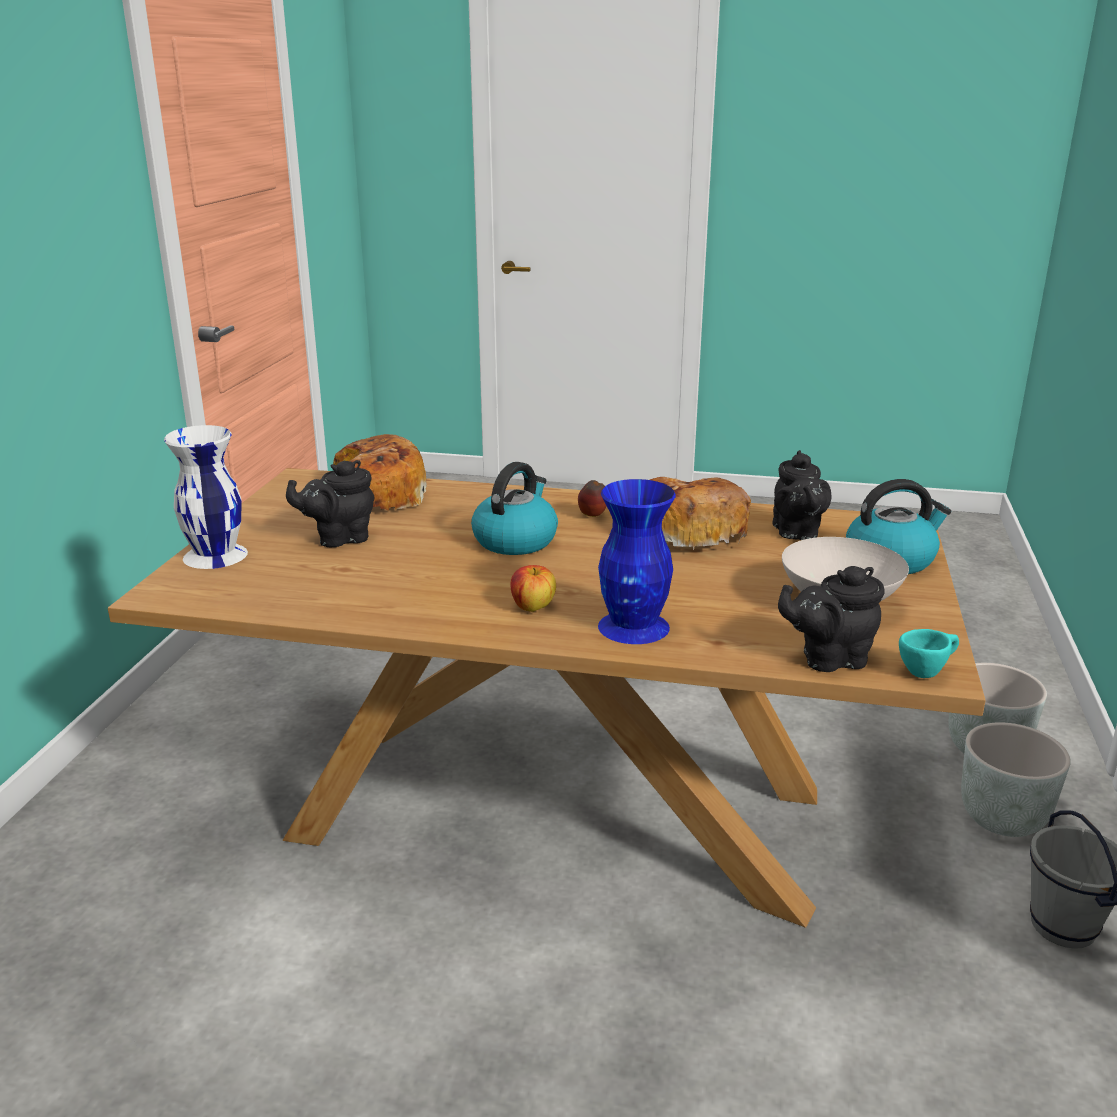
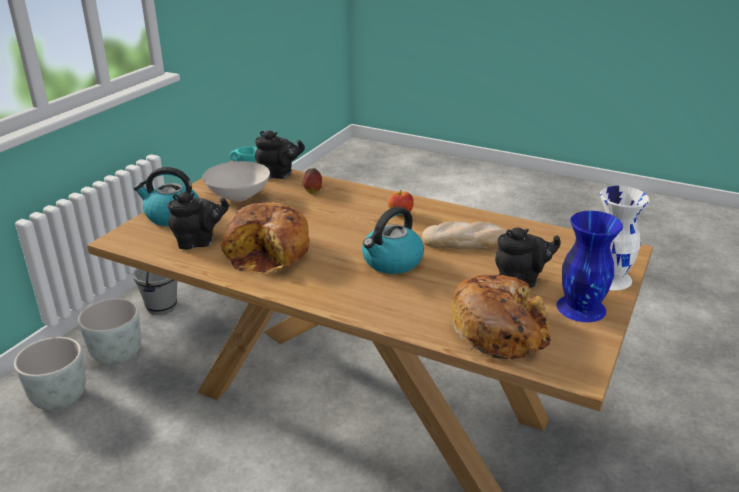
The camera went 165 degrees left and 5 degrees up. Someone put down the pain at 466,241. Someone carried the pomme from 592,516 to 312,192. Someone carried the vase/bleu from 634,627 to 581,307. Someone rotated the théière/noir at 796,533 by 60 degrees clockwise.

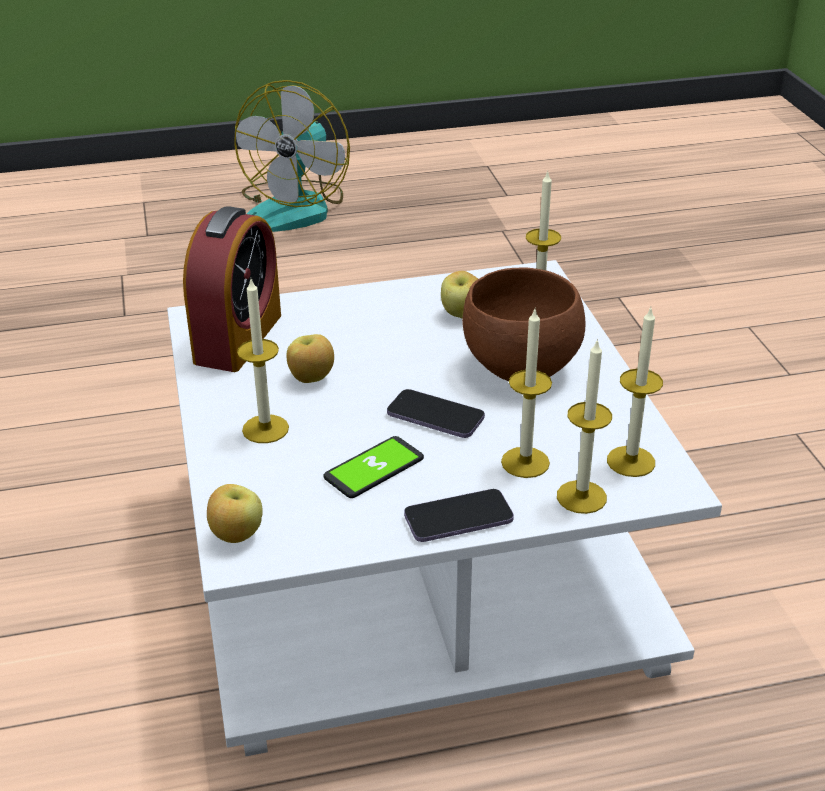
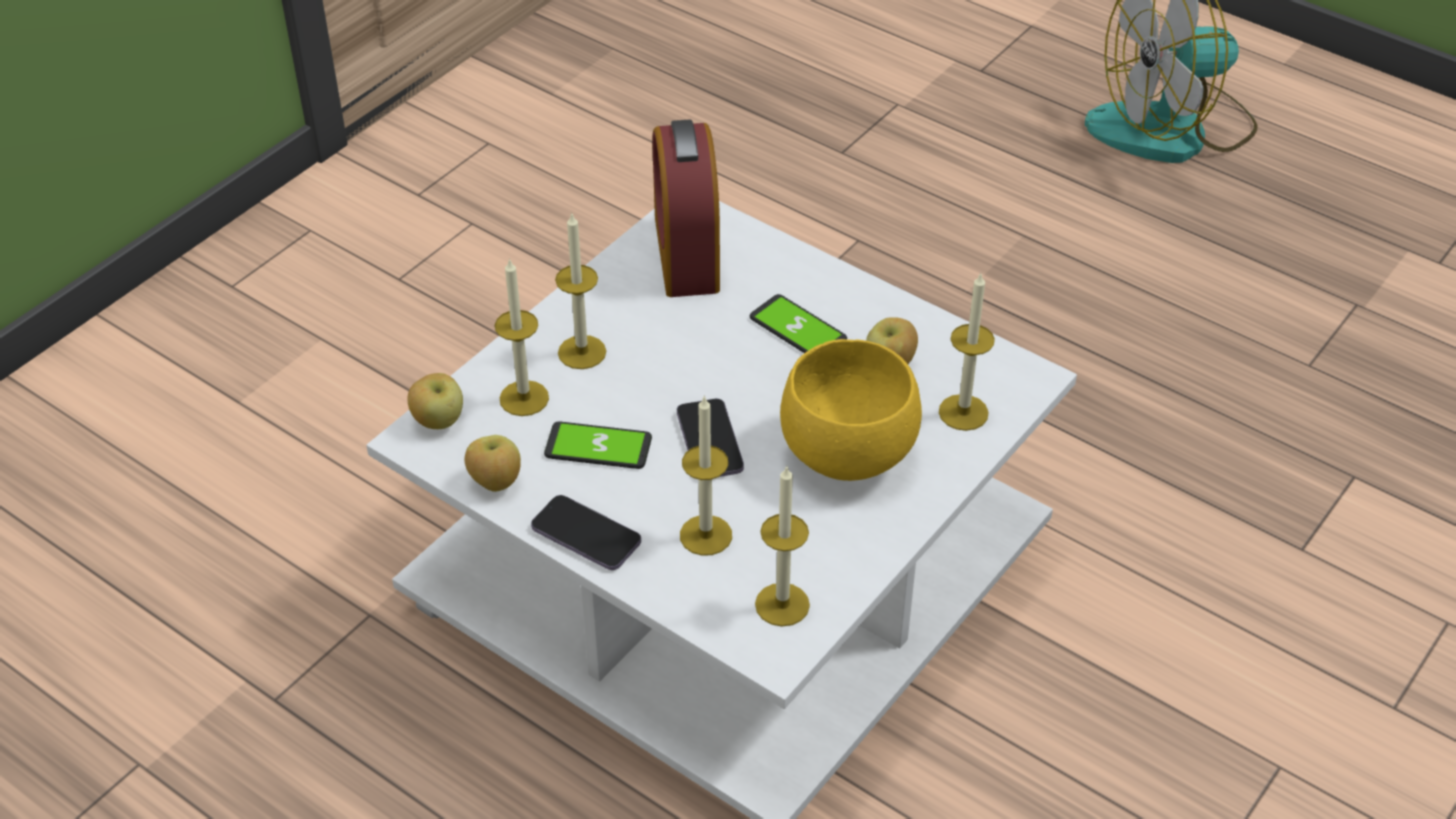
The camera went 50 degrees right and 10 degrees up. Someone put down the téléphone at 798,329. Someone carried the pomme from 311,378 to 495,483. Someone carried the bougie from 581,497 to 524,398. Someone repainted the bol/marron at 520,370, which became the bol/jaune at 844,455. Someone rotated the réveil at 238,338 by 105 degrees clockwise.

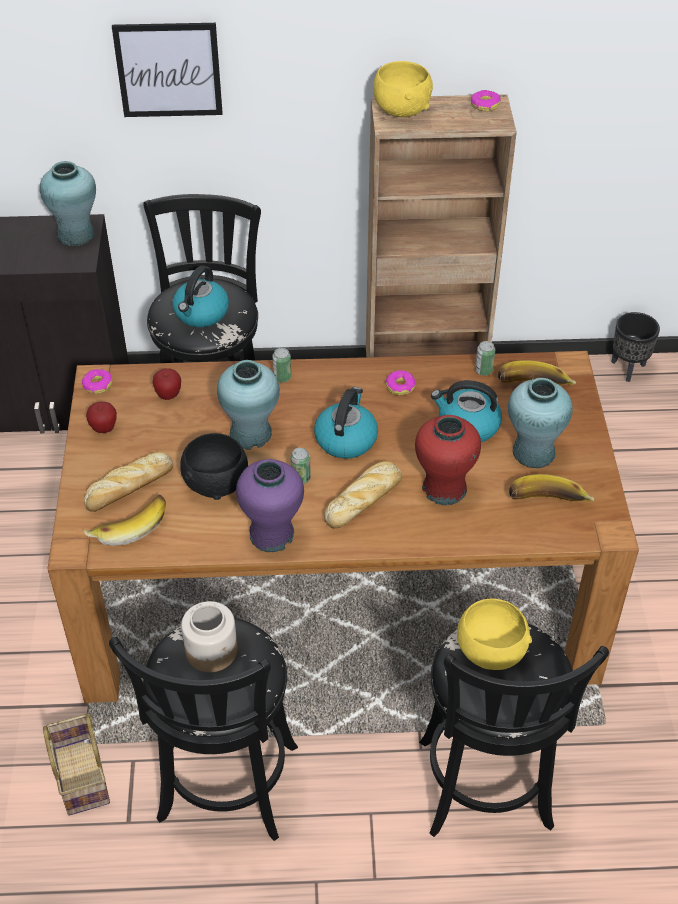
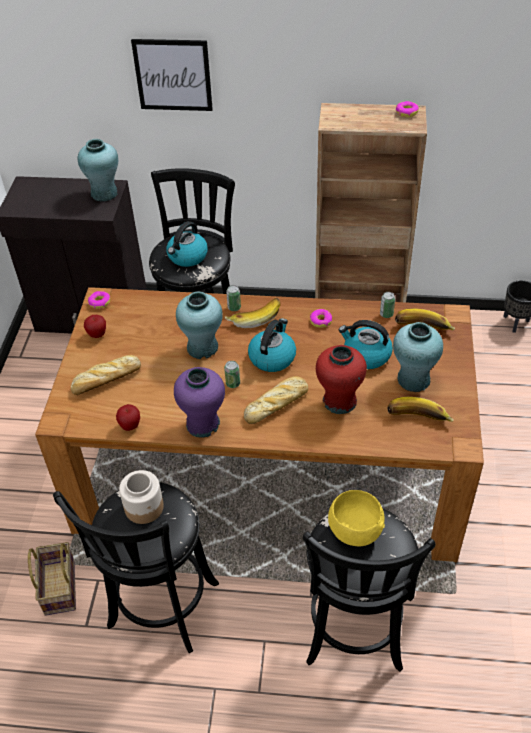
The camera went 10 degrees right and 0 degrees up. Someone took away the bol/noir at 217,484. Someone took away the bol/jaune at 401,110. Someone carried the banane from 128,526 to 254,317. Someone carried the pomme from 168,395 to 130,426.

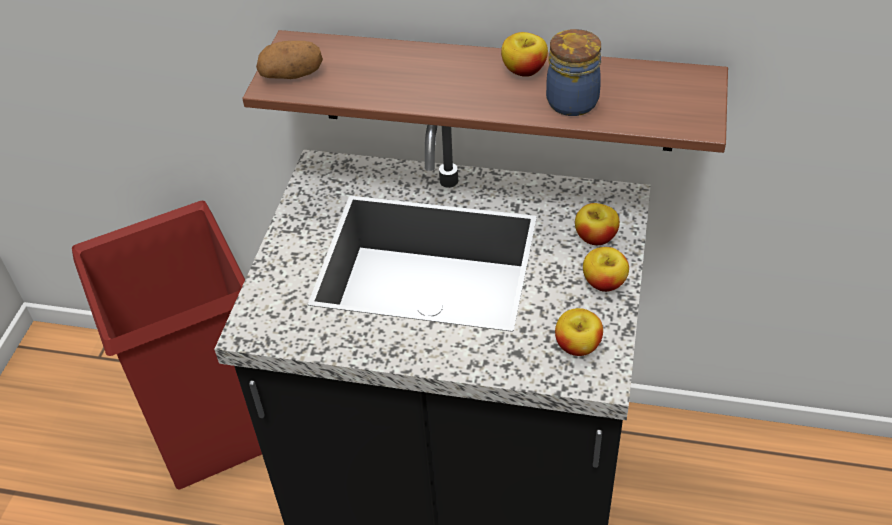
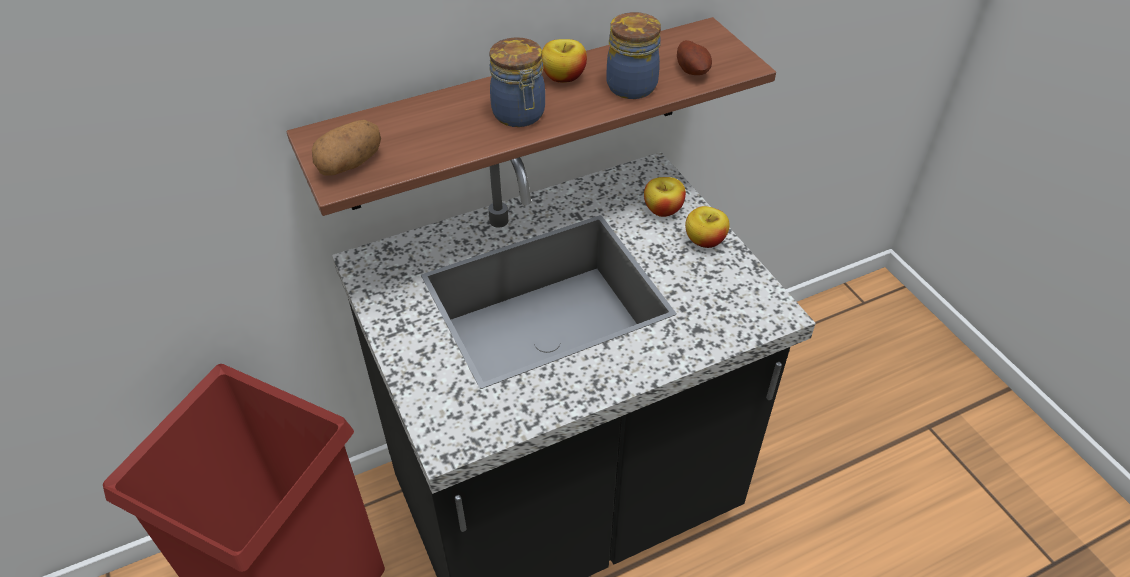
The camera went 40 degrees left and 0 degrees up. Someone took away the pomme at 577,346. Someone put down the bocal at 519,115. Someone put down the pomme de terre at 693,70.

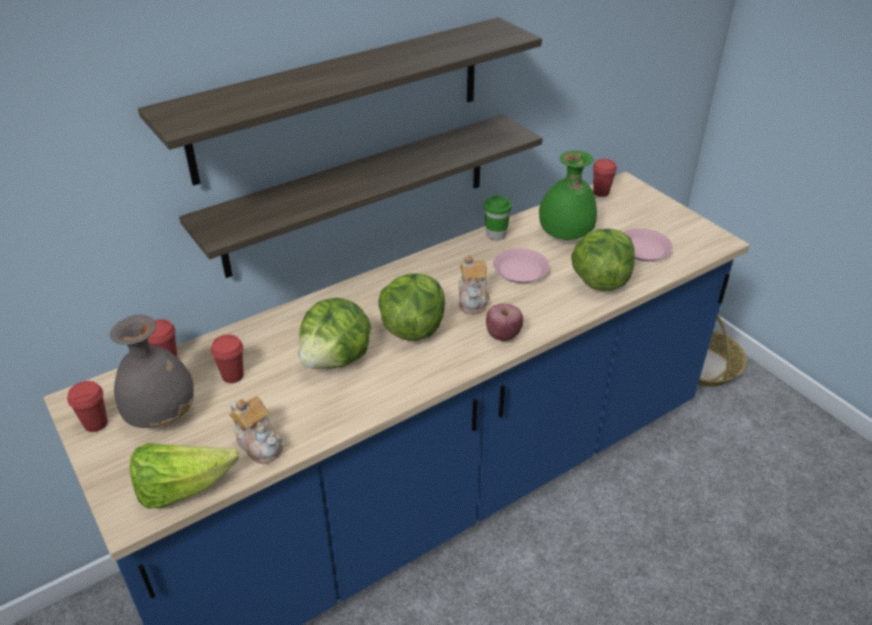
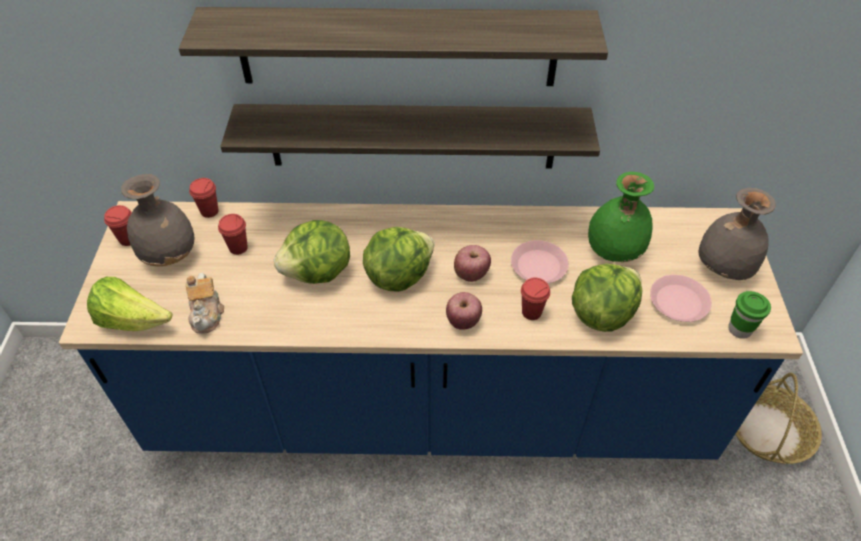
The camera went 35 degrees right and 10 degrees up. Someone put down the vase/gris at 723,267. Someone carried the tasse/vert from 496,235 to 739,329. Someone carried the tasse/rouge from 601,192 to 531,312. Someone swapped the théière at 473,299 for the pomme at 471,274.

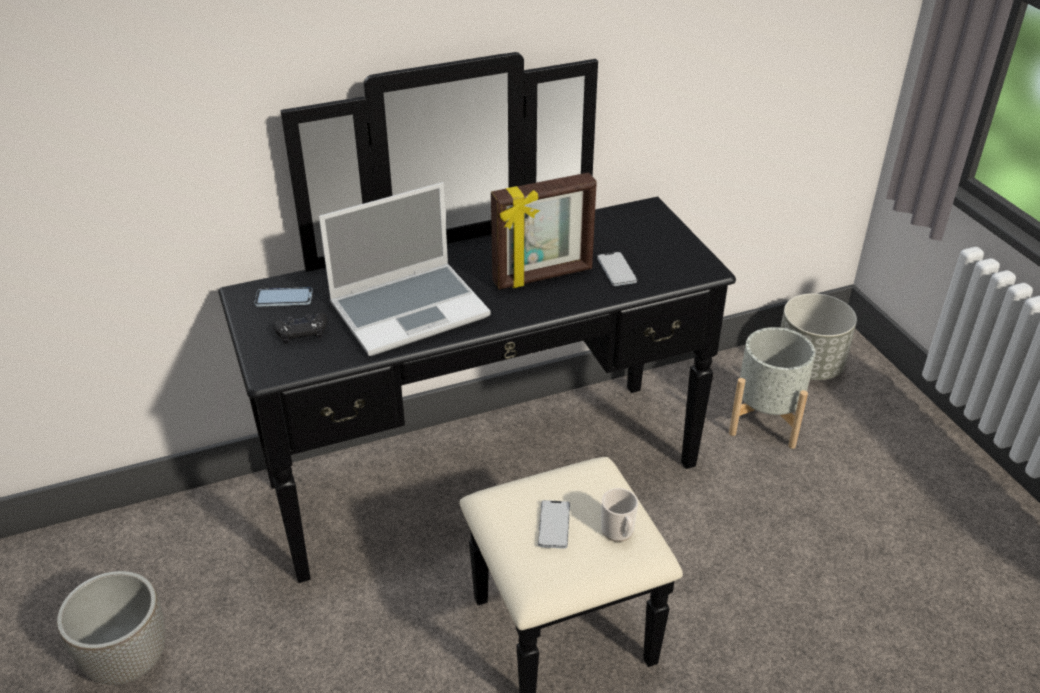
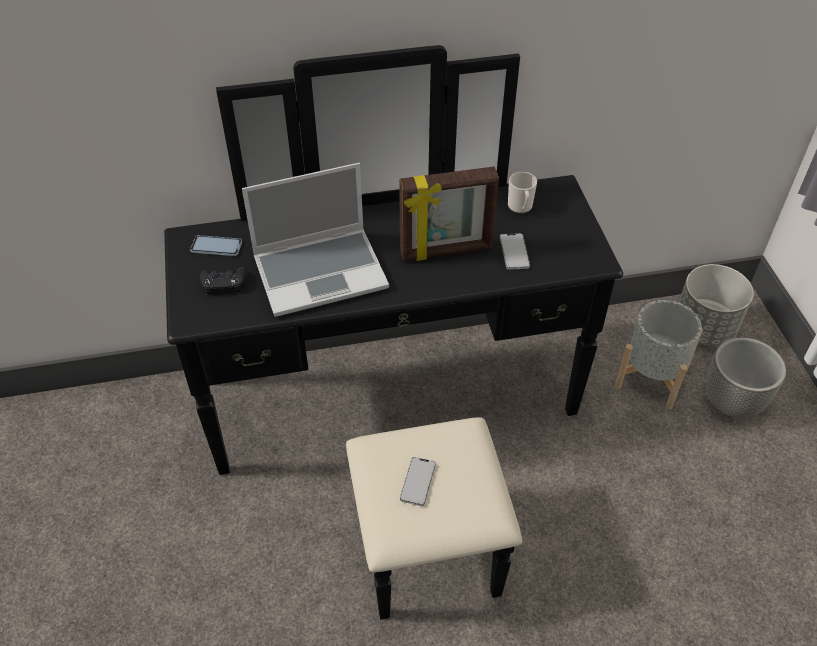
The camera went 10 degrees right and 10 degrees up. Someone carried the cache-pot from 126,662 to 731,402. Someone carried the mug from 619,532 to 520,207.

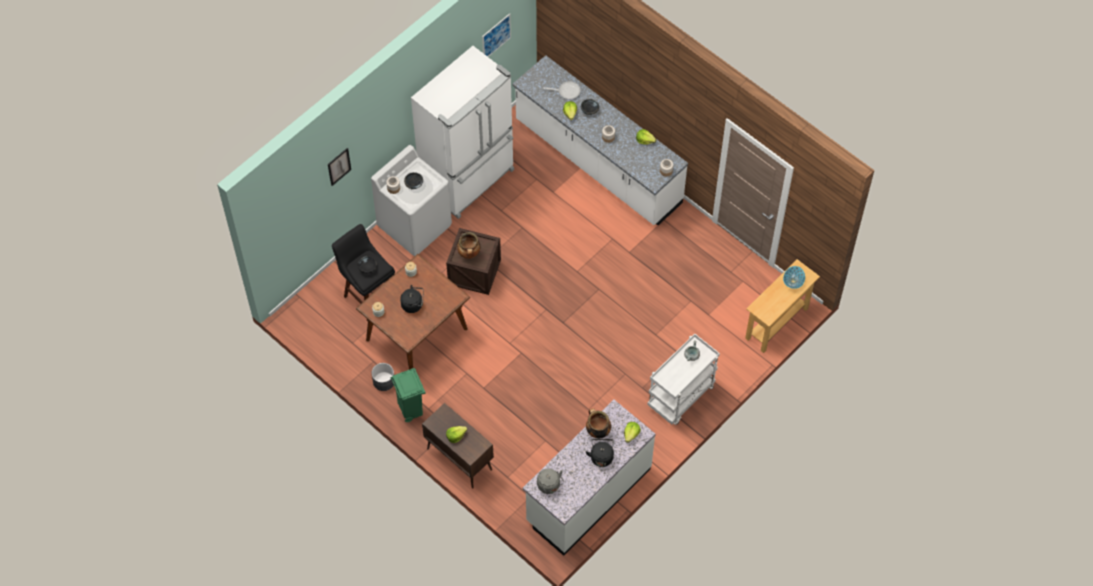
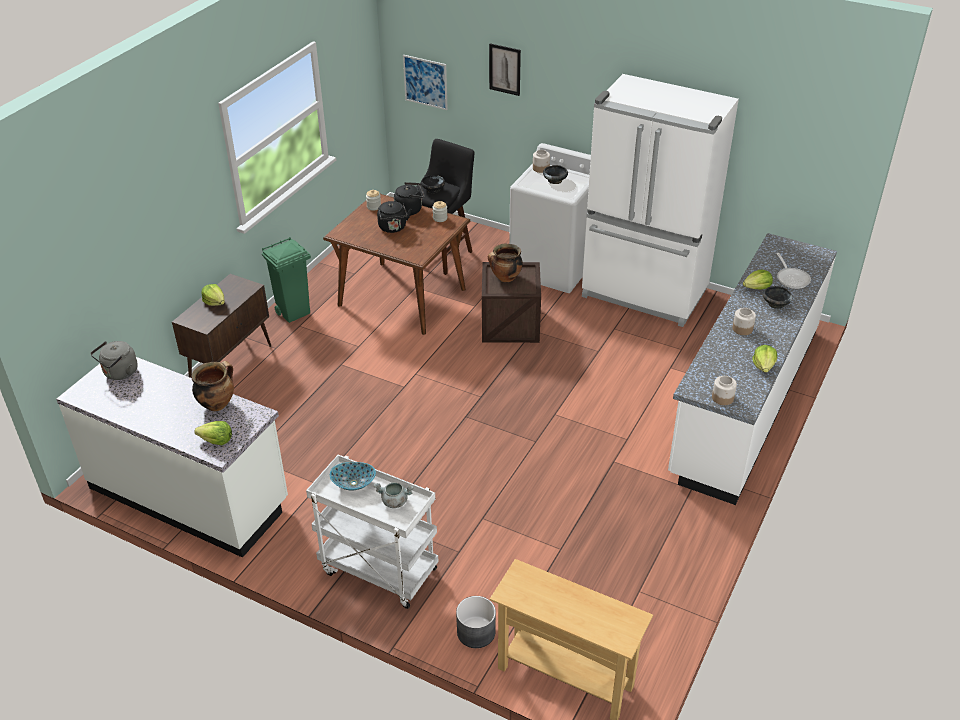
The camera went 75 degrees right and 20 degrees down. Someone carried the cache-pot/gris from 383,381 to 476,632. Someone carried the tableau from 496,36 to 425,82. Someone carried the bouilloire/noir from 601,456 to 410,210. Someone carried the bol from 793,281 to 353,483.

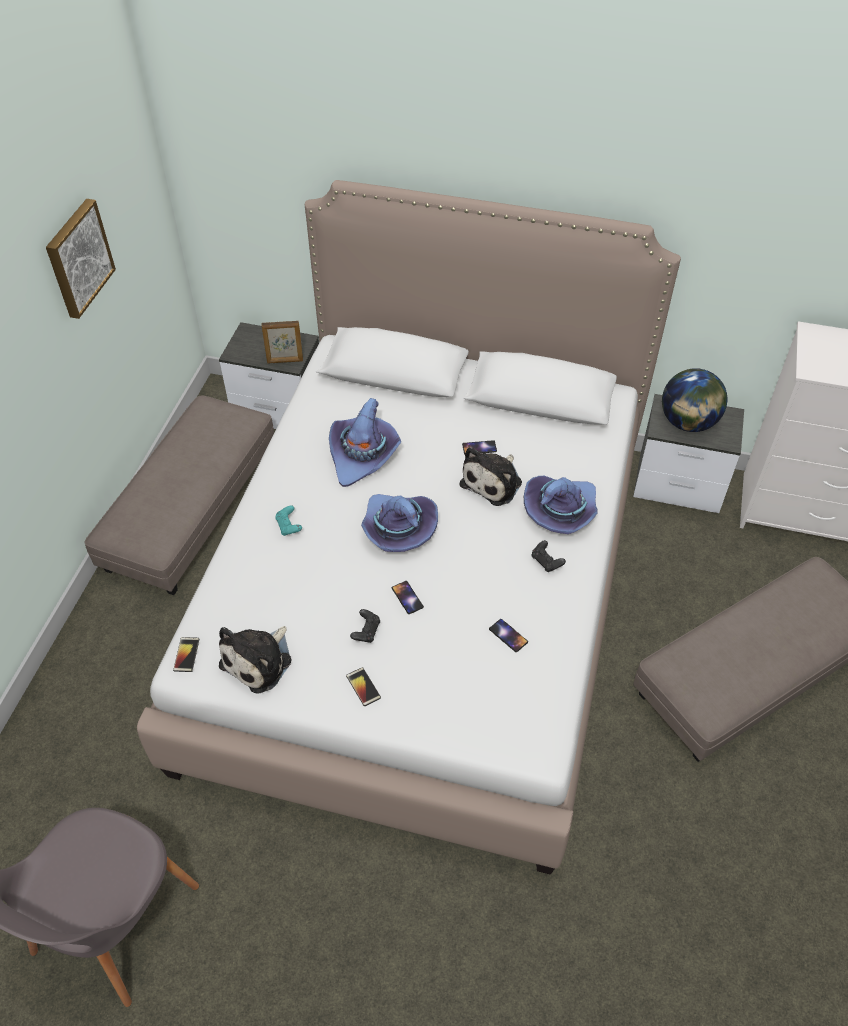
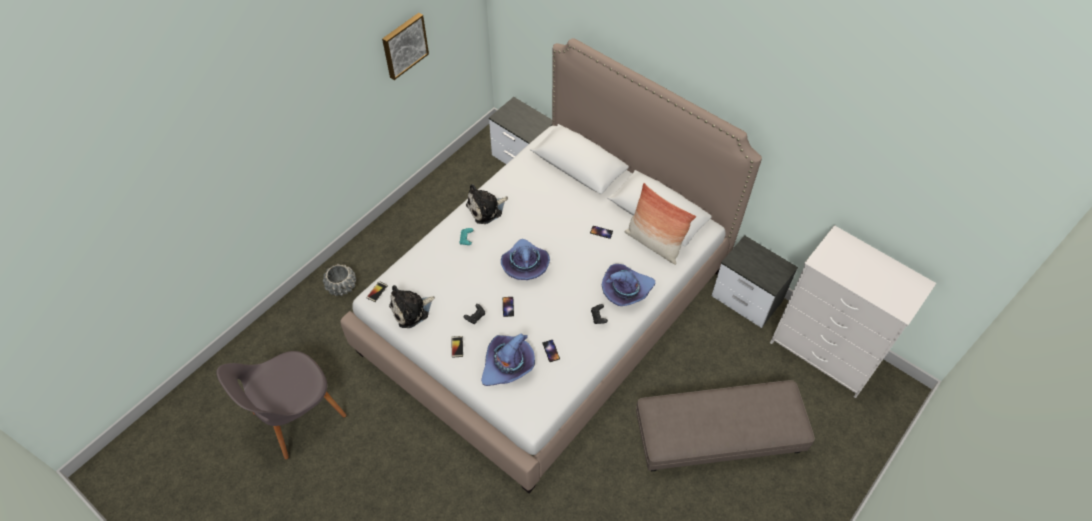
The camera went 25 degrees right and 5 degrees up. Someone took away the pouf/gris at 191,508. Someone took away the cadre photo at 285,361. Someone took away the globe at 688,423. Someone put down the cache-pot/gris at 341,286. Someone put down the coussin at 654,243. Someone carried the chapeau/violet from 363,455 to 508,365. Someone carried the peluche from 493,482 to 486,209.

